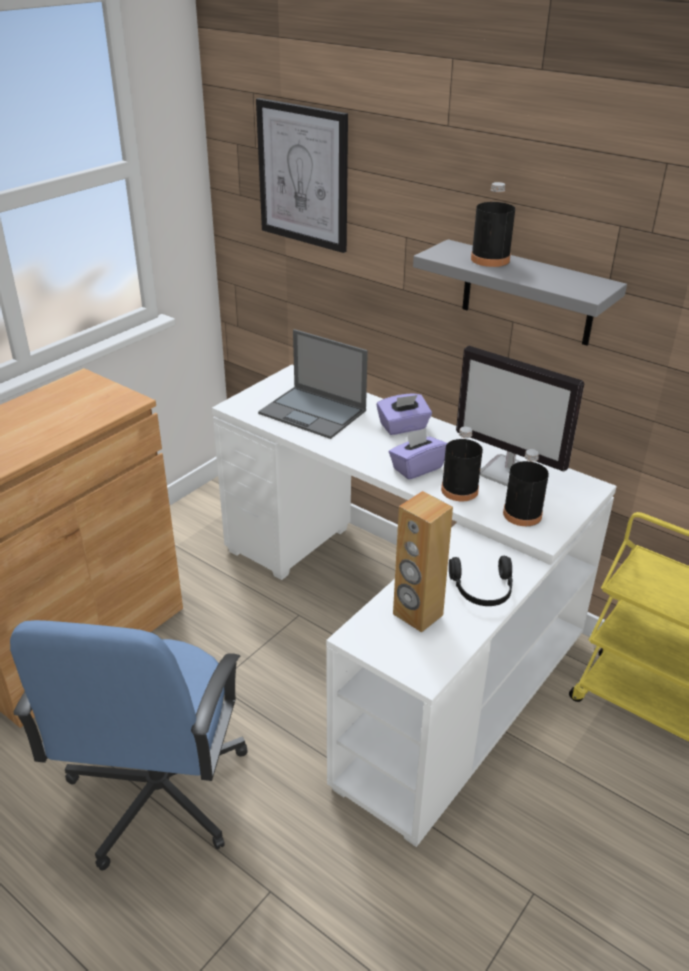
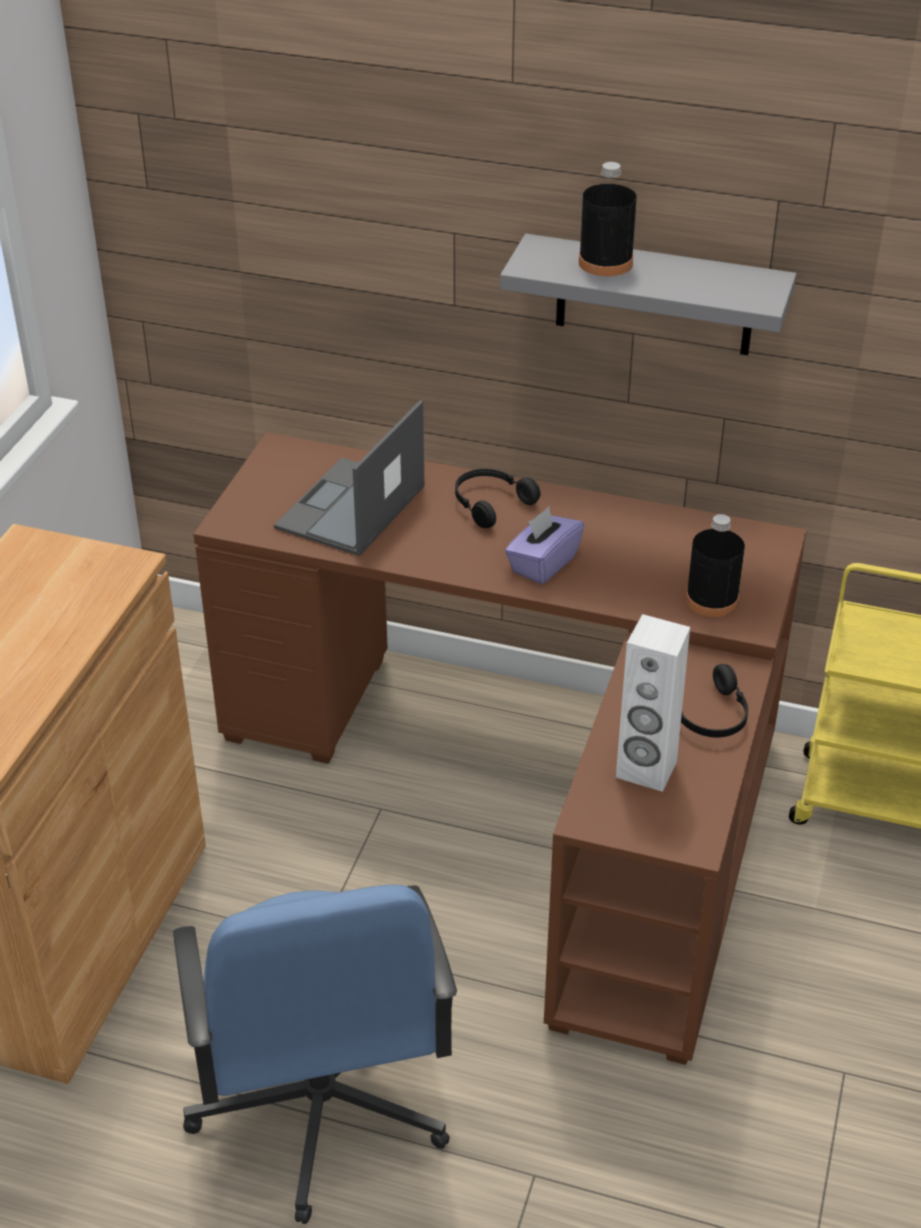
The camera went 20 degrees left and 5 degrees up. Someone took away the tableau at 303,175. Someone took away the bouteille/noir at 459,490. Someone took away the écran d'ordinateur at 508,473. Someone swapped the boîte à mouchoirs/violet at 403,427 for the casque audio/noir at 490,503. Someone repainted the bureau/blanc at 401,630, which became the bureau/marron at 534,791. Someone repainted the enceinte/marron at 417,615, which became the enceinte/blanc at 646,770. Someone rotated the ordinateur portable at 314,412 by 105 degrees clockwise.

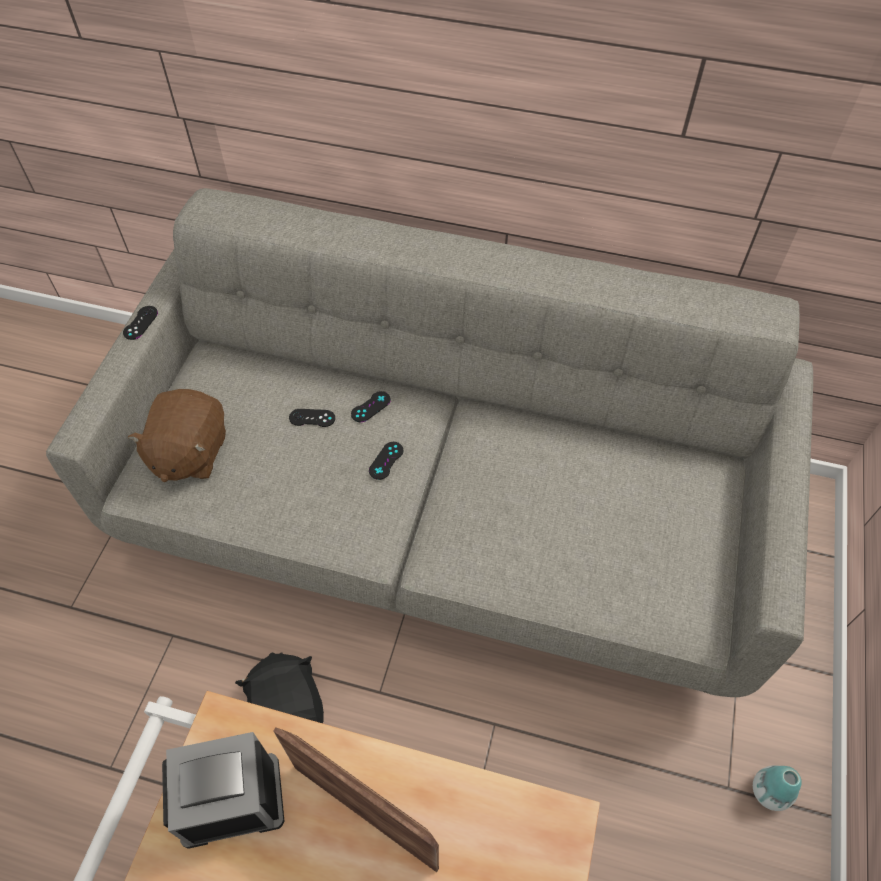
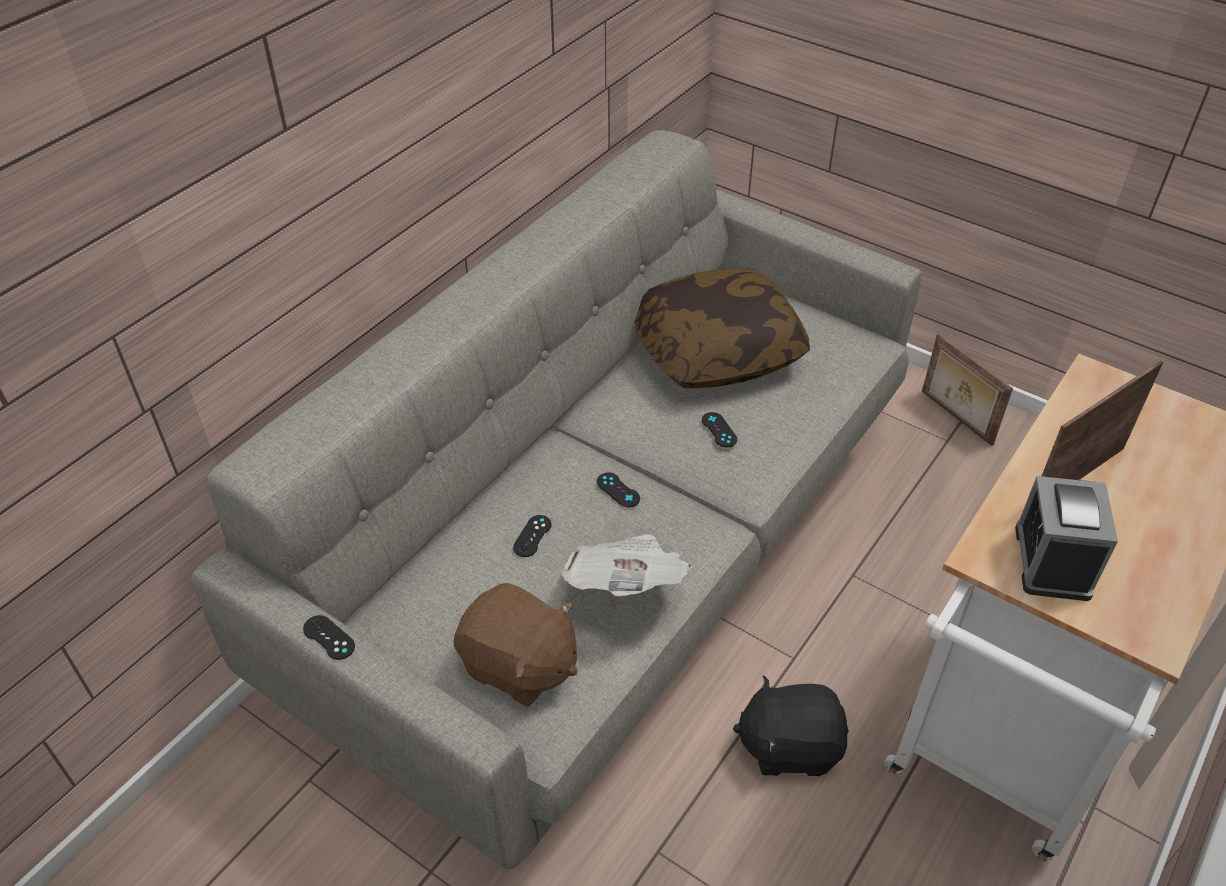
The camera went 70 degrees left and 10 degrees down. Someone put down the journal at 627,585. Someone put down the coussin at 717,350. Someone carried the manette/noir from 371,407 to 719,430. Someone swapped the vase at 769,792 for the cadre photo at 955,418.

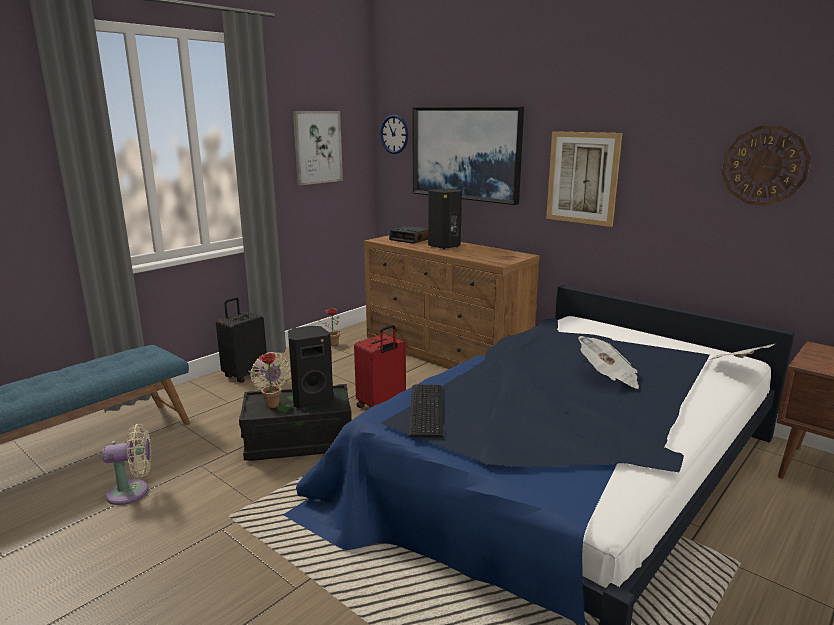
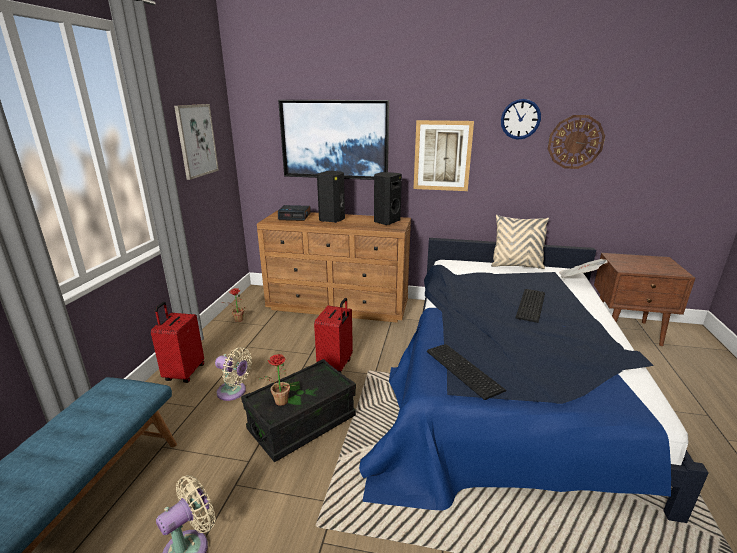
The camera went 30 degrees left and 5 degrees up. Someone put down the coussin/beige at 516,265. Someone carried the enceinte/noir from 311,400 to 386,221. Someone carried the horloge murale from 394,134 to 520,119. Someone swapped the journal at 608,377 for the clavier at 532,305. Someone repainted the valise/noir at 245,375, which became the valise/rouge at 184,373.

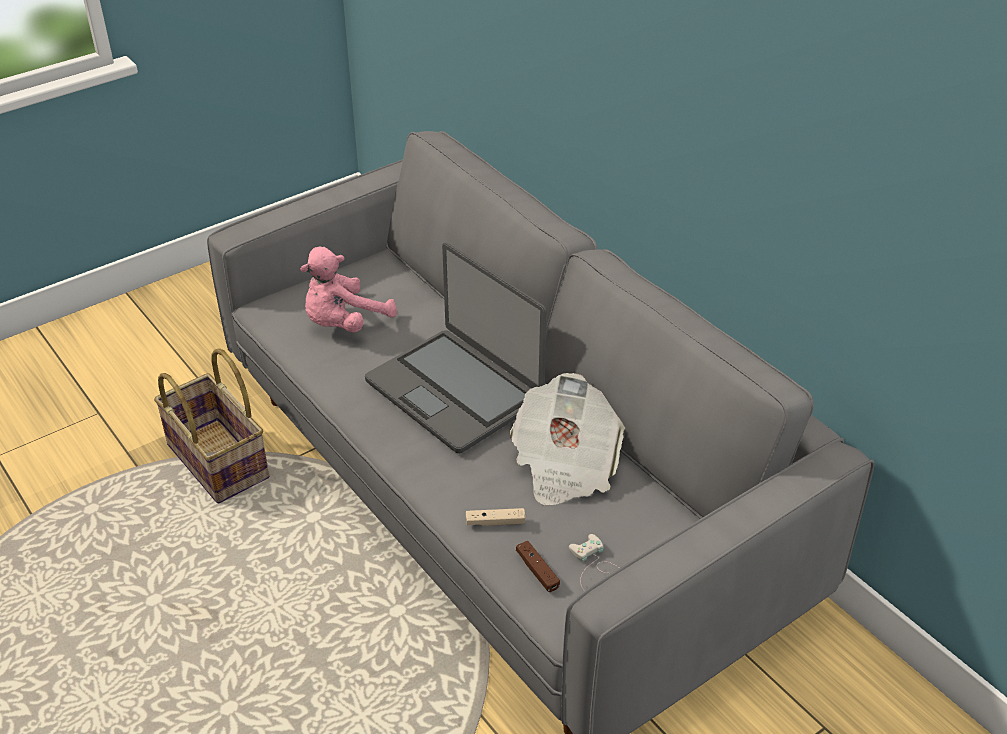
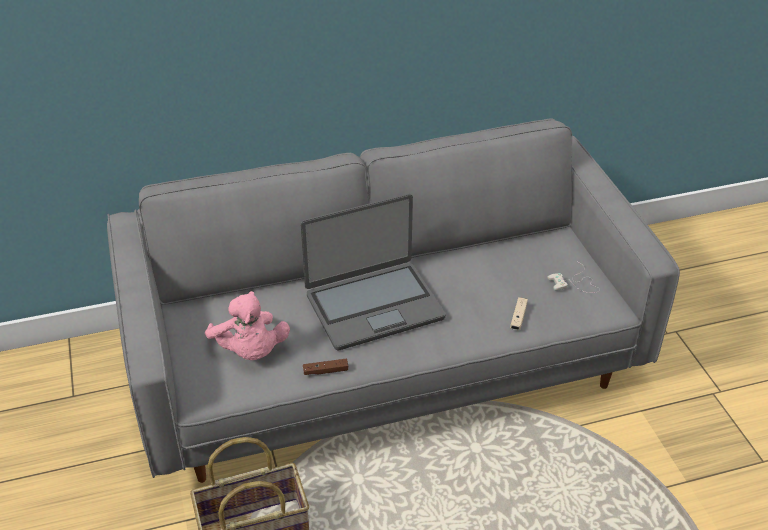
The camera went 70 degrees left and 0 degrees up. Someone took away the journal at 565,464. Someone carried the manette/marron from 537,571 to 325,371.

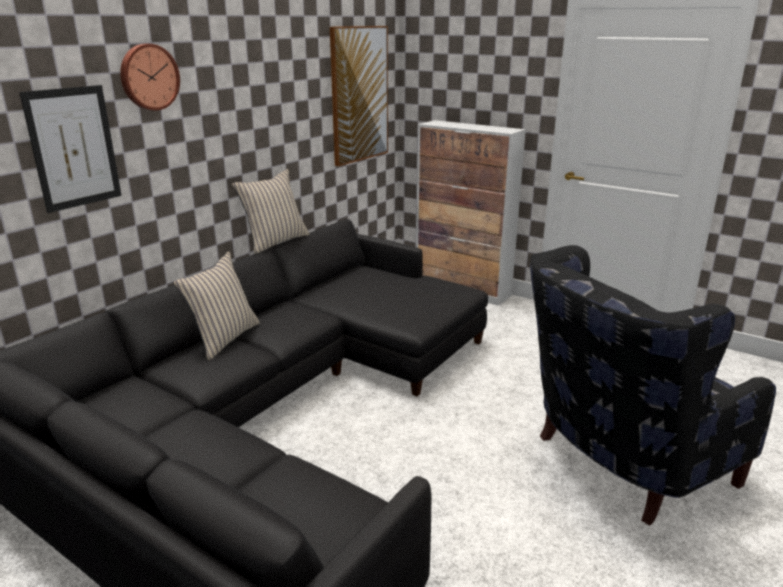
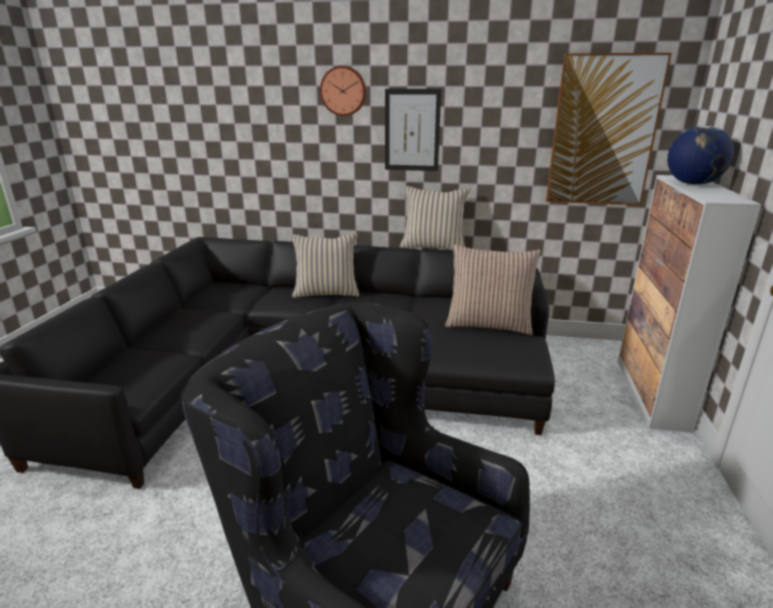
The camera went 65 degrees right and 0 degrees up. Someone put down the coussin at 488,324. Someone put down the globe at 692,184. Someone carried the tableau from 74,148 to 412,130.

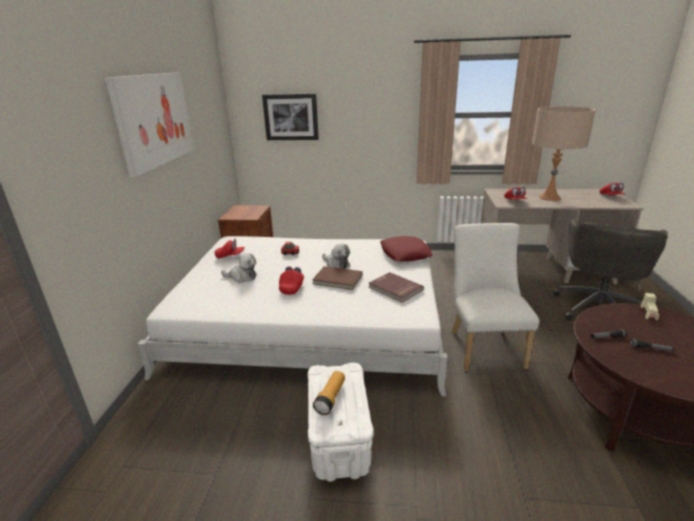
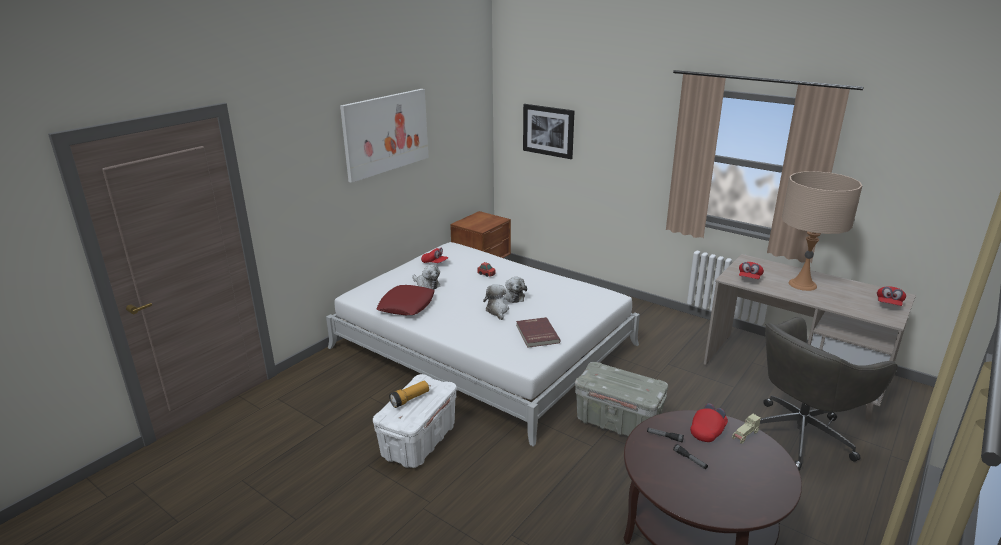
The camera went 30 degrees right and 0 degrees up. Someone carried the casquette/rouge from 292,287 to 708,431. Someone carried the coussin/rouge from 405,253 to 406,305. Someone swapped the livre/marron at 337,280 for the peluche at 497,311. Someone swapped the chaise/blanc at 484,346 for the boîte de rangement/gris at 618,422.

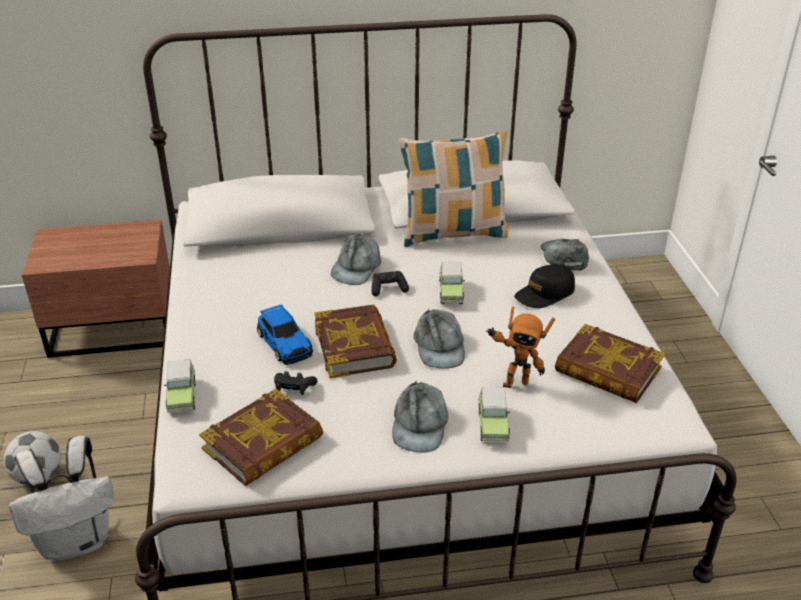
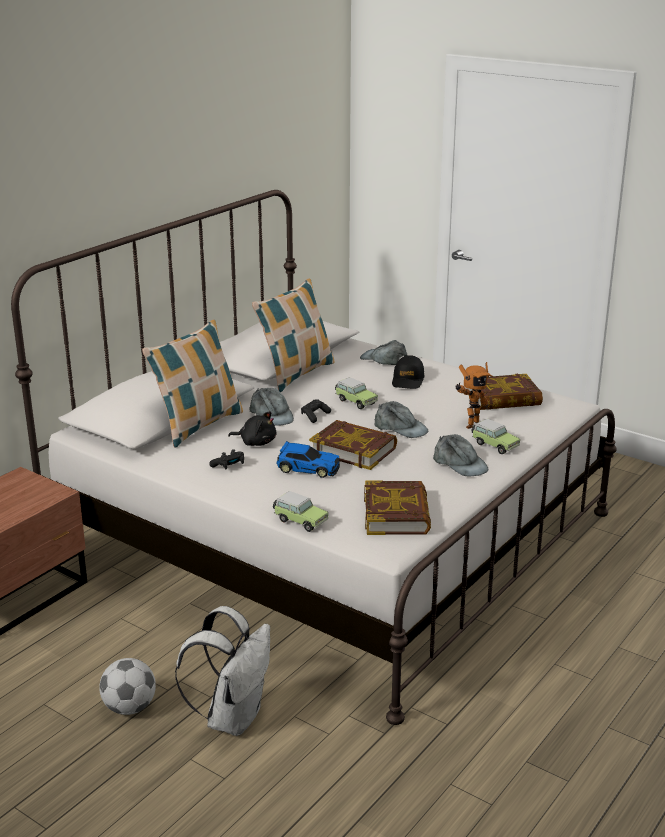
The camera went 45 degrees left and 10 degrees down. Someone put down the coussin at 198,425. Someone put down the peluche/noir at 256,442. Someone carried the manette/noir from 294,388 to 229,466.

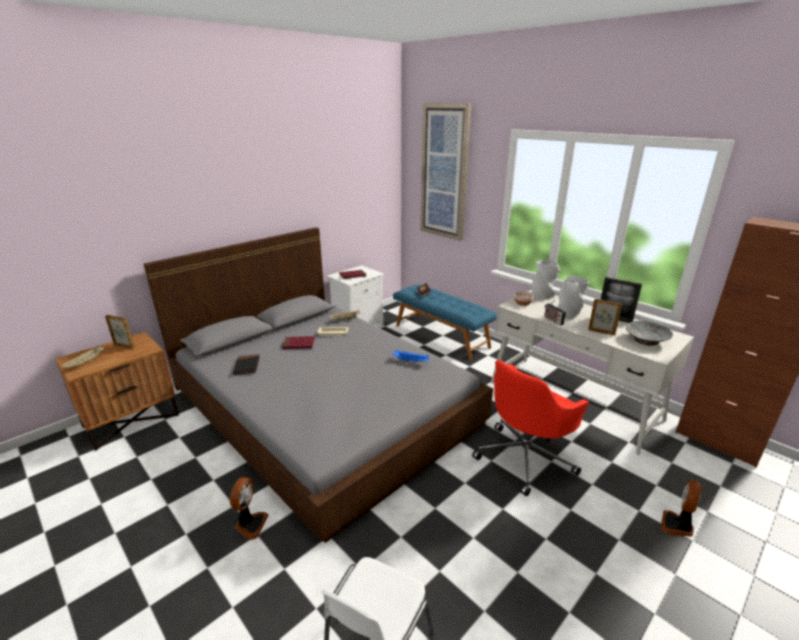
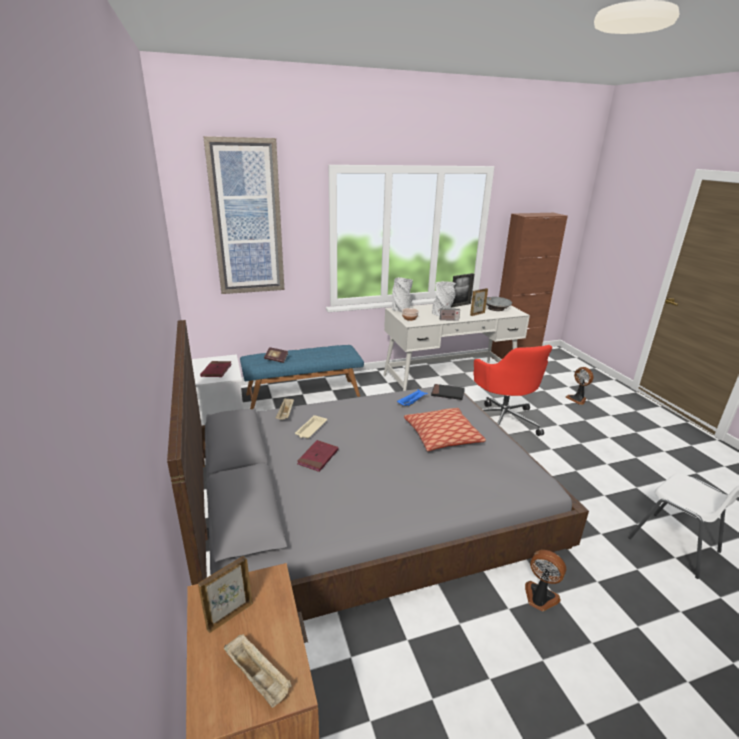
The camera went 65 degrees left and 0 degrees up. Someone put down the coussin at 442,437. Someone carried the livre/noir from 247,366 to 447,393.

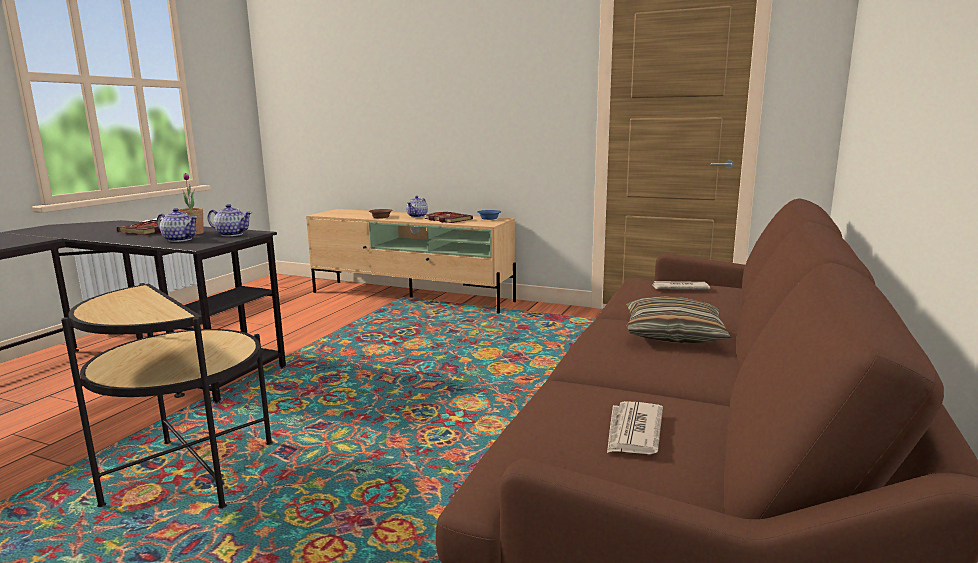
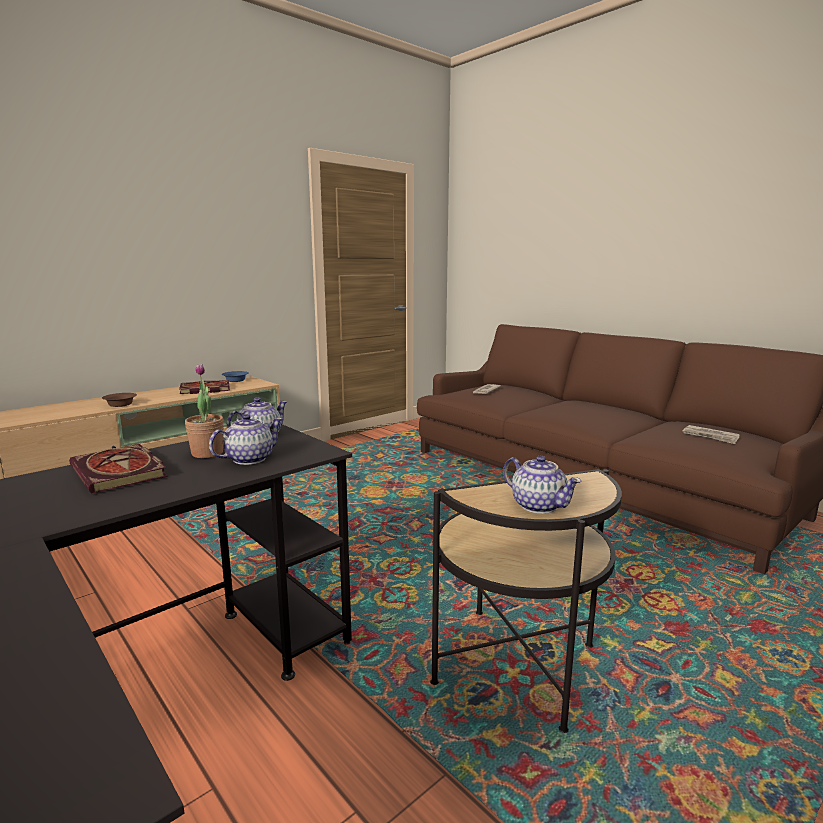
The camera went 65 degrees left and 0 degrees up. Someone took away the coussin at 673,335. Someone carried the théière from 417,216 to 538,505.

